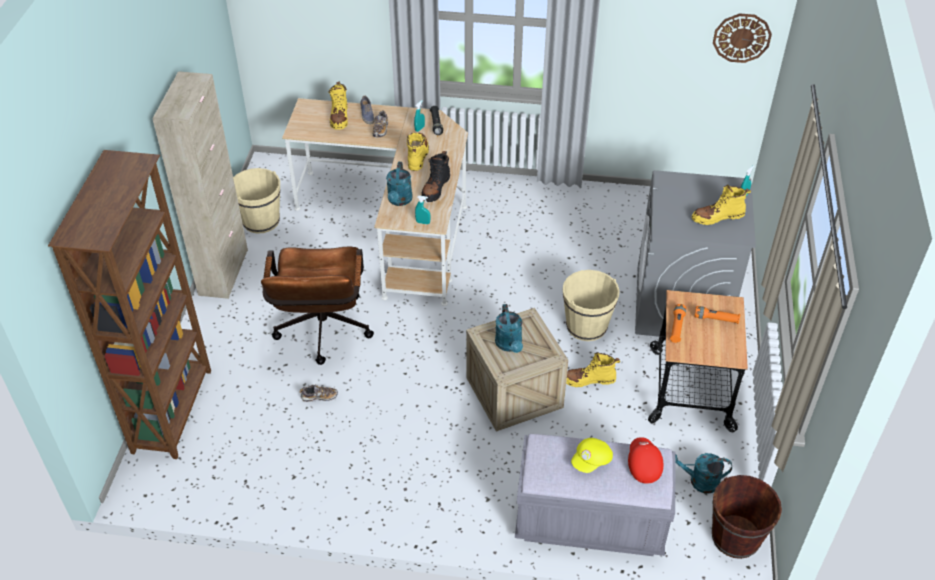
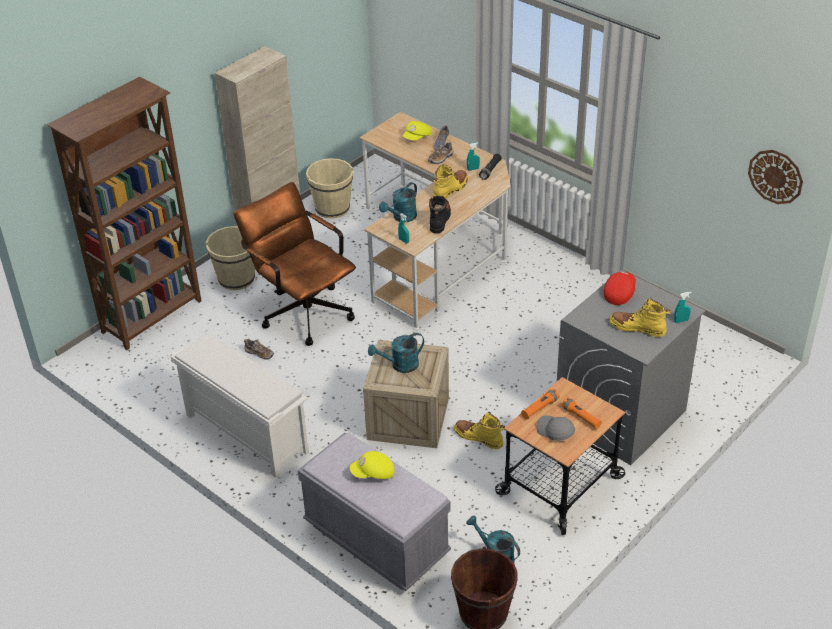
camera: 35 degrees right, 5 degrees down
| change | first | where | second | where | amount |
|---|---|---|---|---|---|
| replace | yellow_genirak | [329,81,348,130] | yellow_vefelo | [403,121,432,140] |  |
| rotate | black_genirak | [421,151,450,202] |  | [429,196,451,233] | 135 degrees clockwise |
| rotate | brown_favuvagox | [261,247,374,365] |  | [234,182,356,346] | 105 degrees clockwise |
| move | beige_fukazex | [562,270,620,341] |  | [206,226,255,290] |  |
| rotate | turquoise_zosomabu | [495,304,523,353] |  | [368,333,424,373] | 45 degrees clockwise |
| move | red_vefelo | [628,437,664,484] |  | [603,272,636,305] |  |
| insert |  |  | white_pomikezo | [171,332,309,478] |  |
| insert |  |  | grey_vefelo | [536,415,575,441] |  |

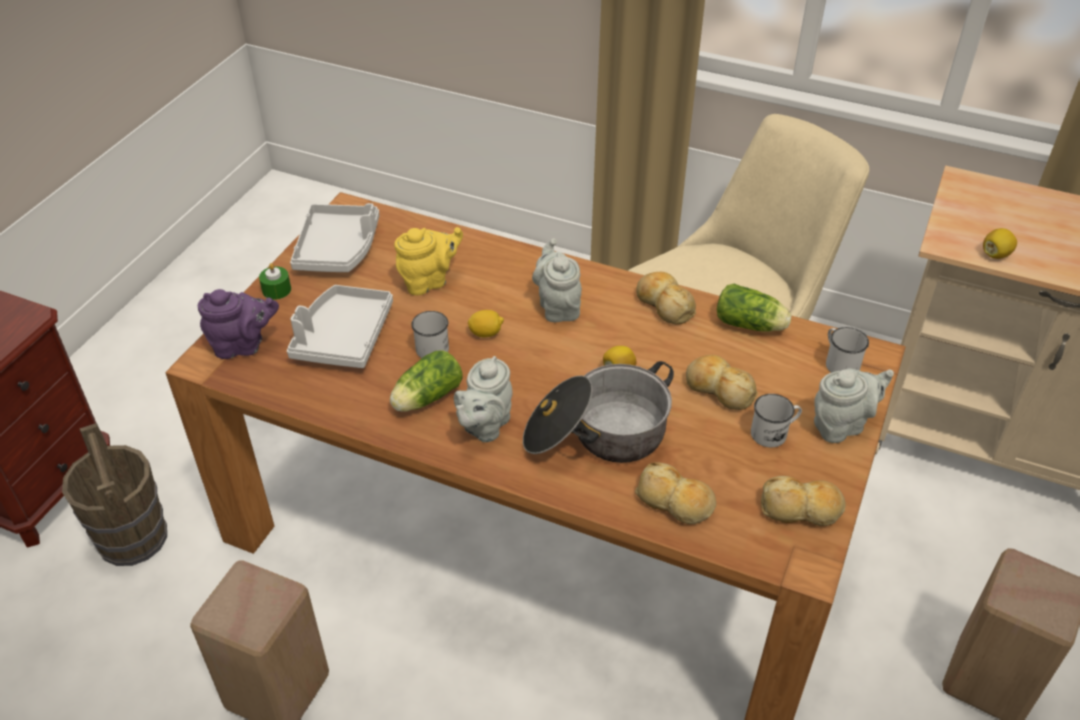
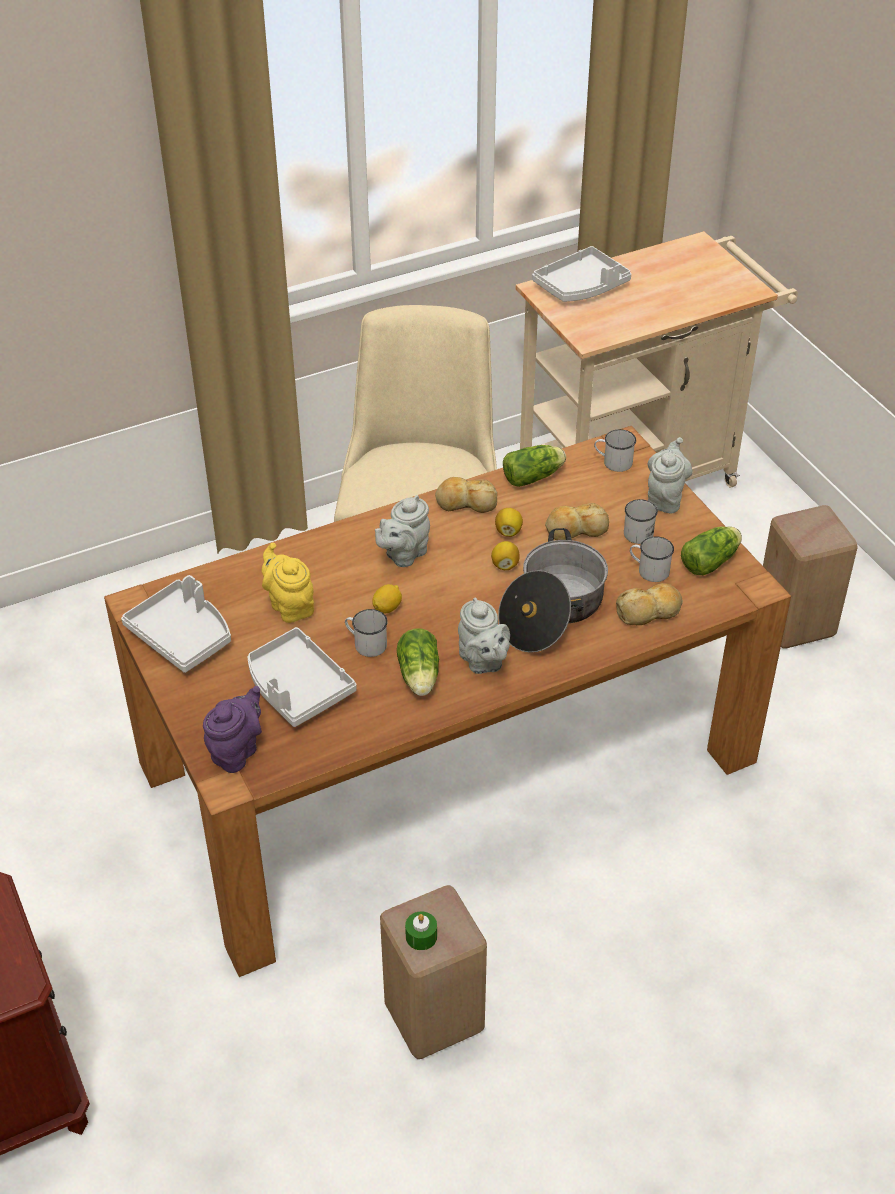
camera: 50 degrees left, 0 degrees up
| change | first | where | second | where | amount |
|---|---|---|---|---|---|
| rotate | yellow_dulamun | [394,227,463,295] |  | [262,543,314,623] | 45 degrees counterclockwise |
| move | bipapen | [983,228,1017,259] |  | [495,508,523,537] |  |
| rotate | grey_dulamun | [532,239,582,322] |  | [375,495,430,567] | 75 degrees counterclockwise |
| move | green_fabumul | [259,263,291,300] |  | [405,911,437,950] |  |
| delete | brown_fukazex | [62,423,167,566] |  |  |  |
| replace | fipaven | [761,476,846,526] | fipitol | [681,527,742,575] |  |
| insert |  |  | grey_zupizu | [532,246,631,302] |  |
| insert |  |  | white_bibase | [630,536,674,582] |  |

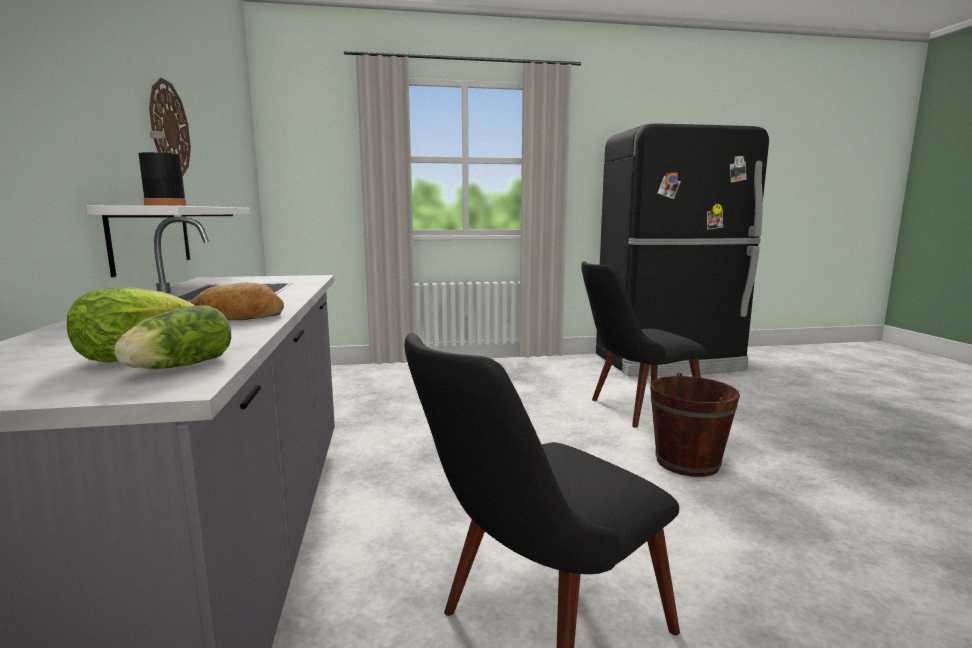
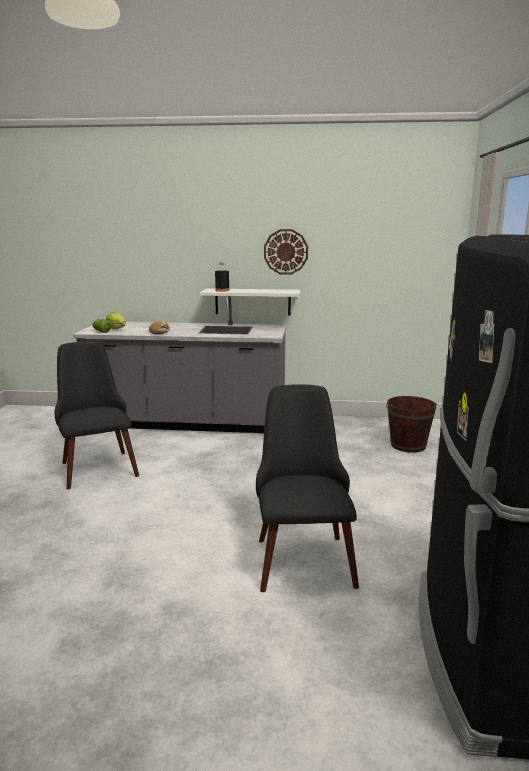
camera: 105 degrees right, 5 degrees up
| change | first | where | second | where | amount |
|---|---|---|---|---|---|
| move | brown_fukazex | [650,372,740,477] |  | [387,396,436,452] |  |

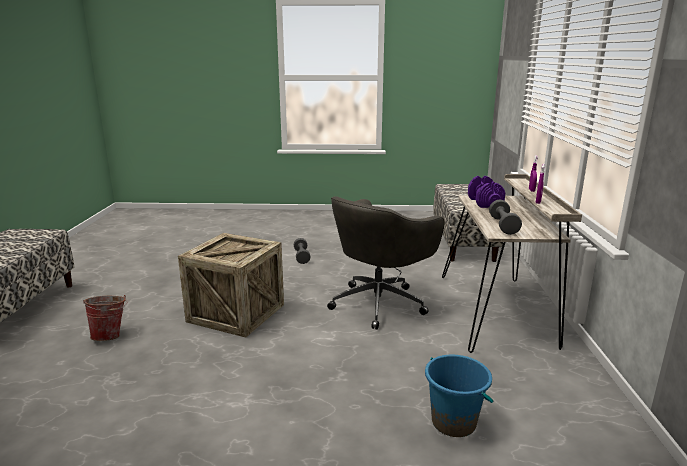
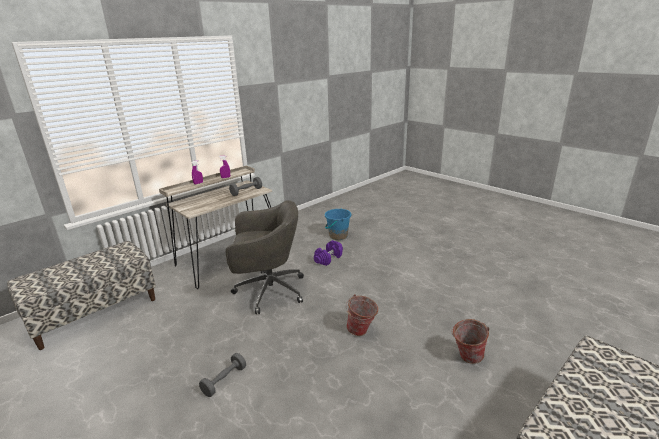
camera: 135 degrees left, 5 degrees up
| change | first | where | second | where | amount |
|---|---|---|---|---|---|
| move | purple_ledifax | [468,176,505,208] |  | [314,240,343,266] |  |
| replace | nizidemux | [178,233,284,338] | fukazex | [346,294,378,336] |  |

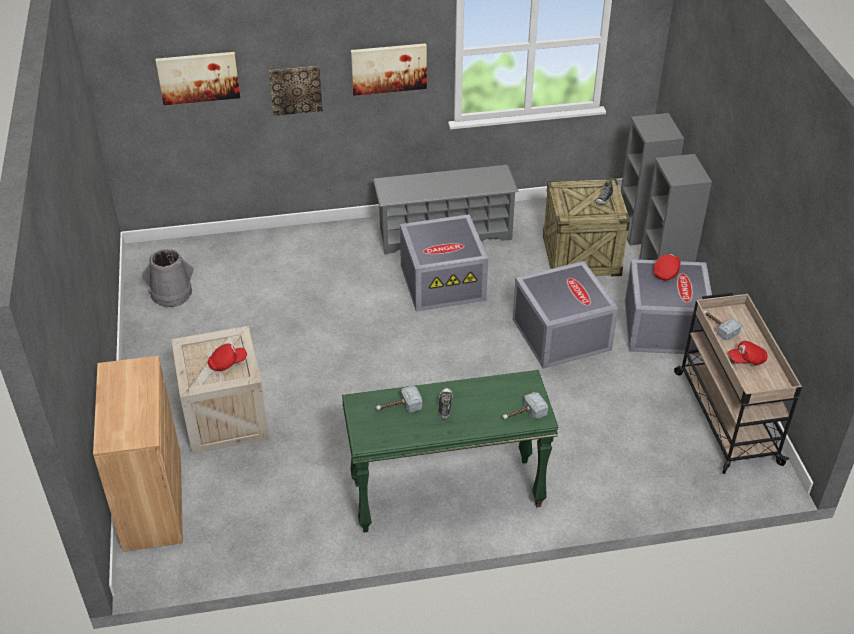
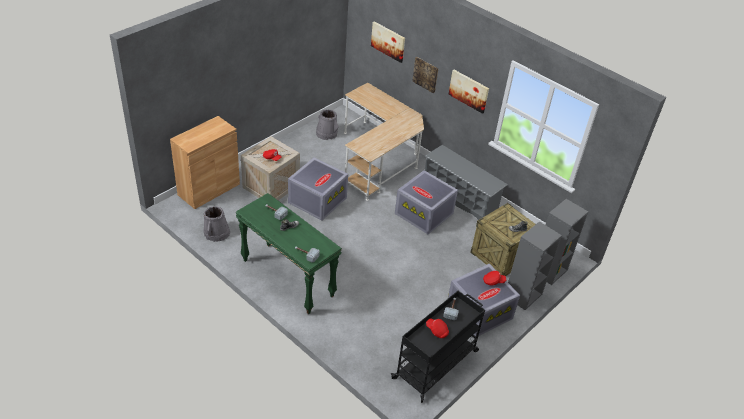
camera: 50 degrees right, 0 degrees up
| change | first | where | second | where | amount |
|---|---|---|---|---|---|
| move | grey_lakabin | [513,261,618,369] |  | [288,157,348,221] |  |
| recolor | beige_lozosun | [674,293,802,474] | black_lozosun | [391,291,485,403] |  |
| insert |  |  | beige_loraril | [344,83,424,201] |  |
| insert |  |  | grey_fukazex | [204,206,230,242] |  |

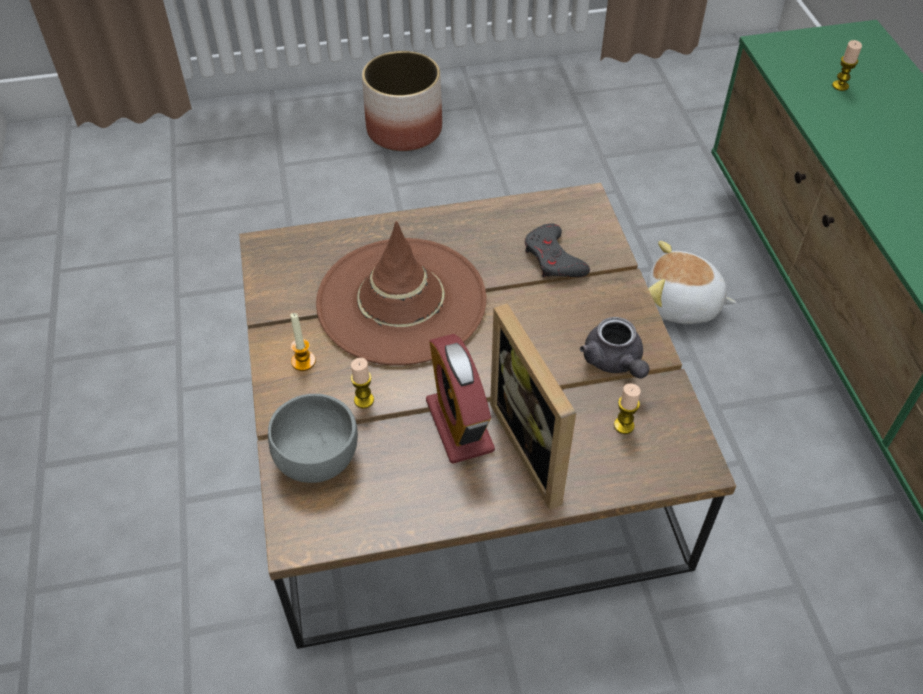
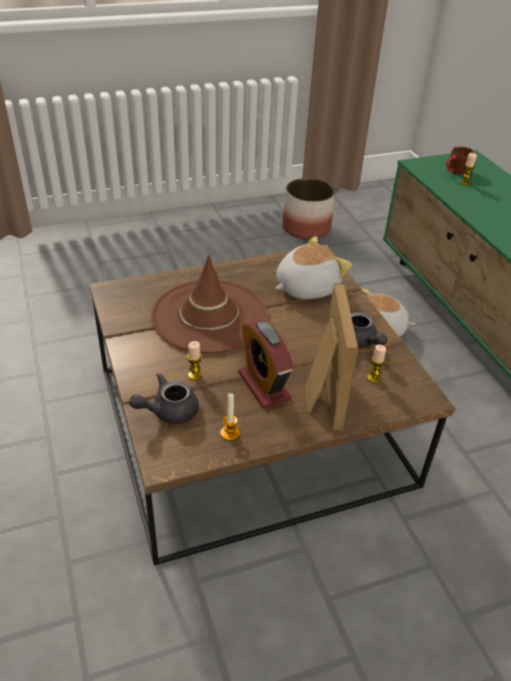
camera: 10 degrees left, 10 degrees down
| change | first | where | second | where | amount |
|---|---|---|---|---|---|
| move | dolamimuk | [362,51,442,151] |  | [283,178,335,239] |  |
| replace | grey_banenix | [525,223,590,278] | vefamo | [275,236,352,299] |  |
| rotate | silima | [490,303,576,510] |  | [305,283,358,430] | 150 degrees counterclockwise |
| move | fabumul | [290,313,316,371] |  | [220,393,240,441] |  |
| replace | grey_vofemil | [268,394,358,483] | grey_dulamun | [129,373,199,424] |  |
| insert |  |  | brown_bibase | [446,146,475,175] |  |

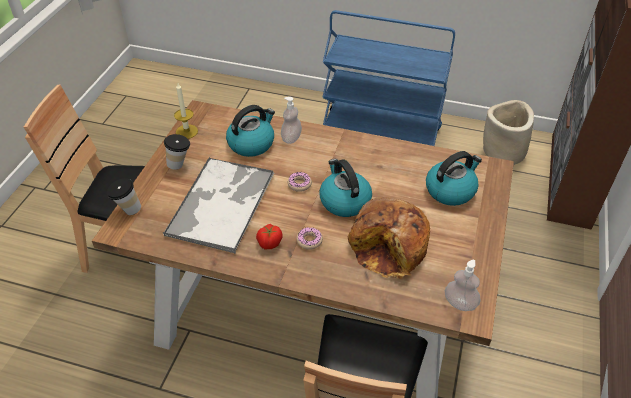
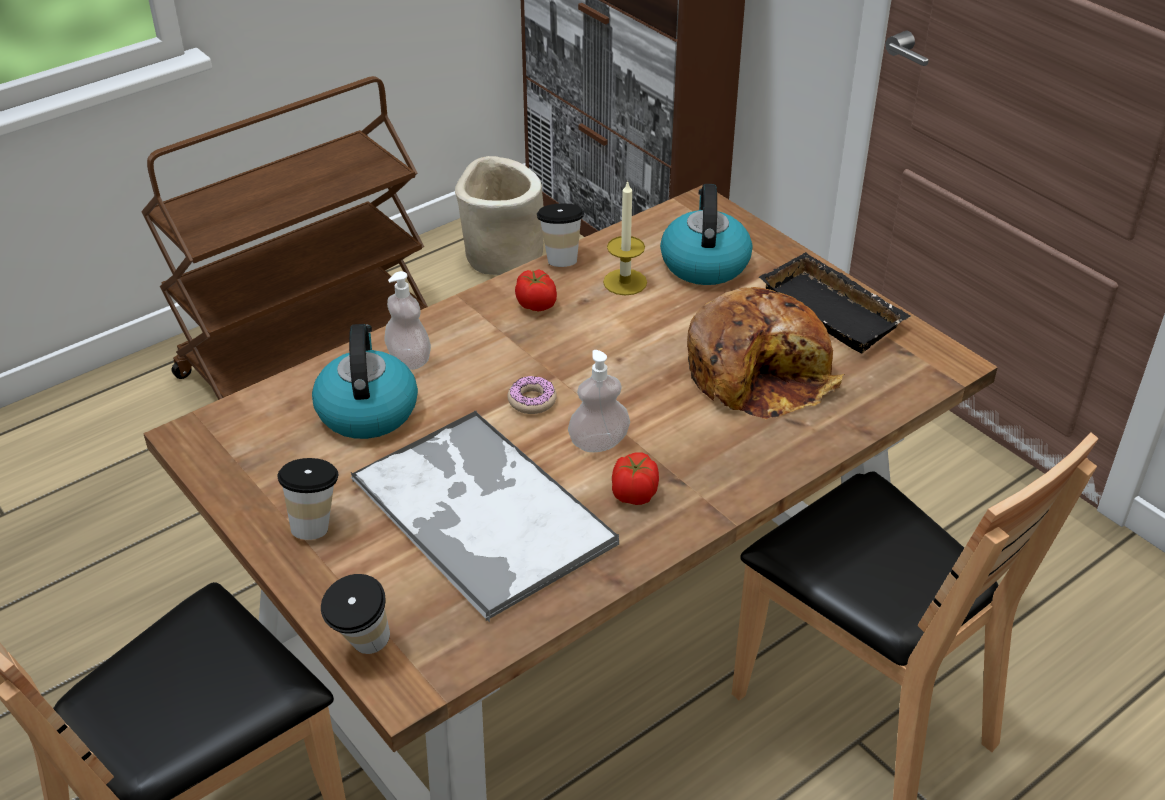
camera: 55 degrees left, 5 degrees down
| change | first | where | second | where | amount |
|---|---|---|---|---|---|
| recolor | blue_lozosun | [322,10,455,146] | brown_lozosun | [141,76,428,400] |  |
| move | fabumul | [174,83,198,139] |  | [603,180,647,296] |  |
| delete | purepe | [319,159,372,217] |  |  |  |
| delete | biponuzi | [296,227,323,250] |  |  |  |
| move | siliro | [445,259,480,311] |  | [568,350,630,452] |  |
| insert |  |  | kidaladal | [537,203,584,267] |  |
| insert |  |  | black_zupizu | [759,252,911,353] |  |
| insert |  |  | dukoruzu | [515,269,557,312] |  |

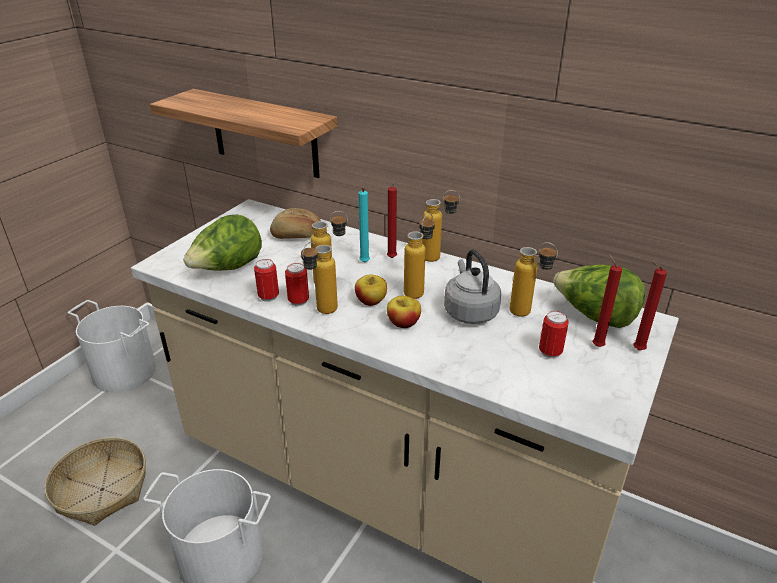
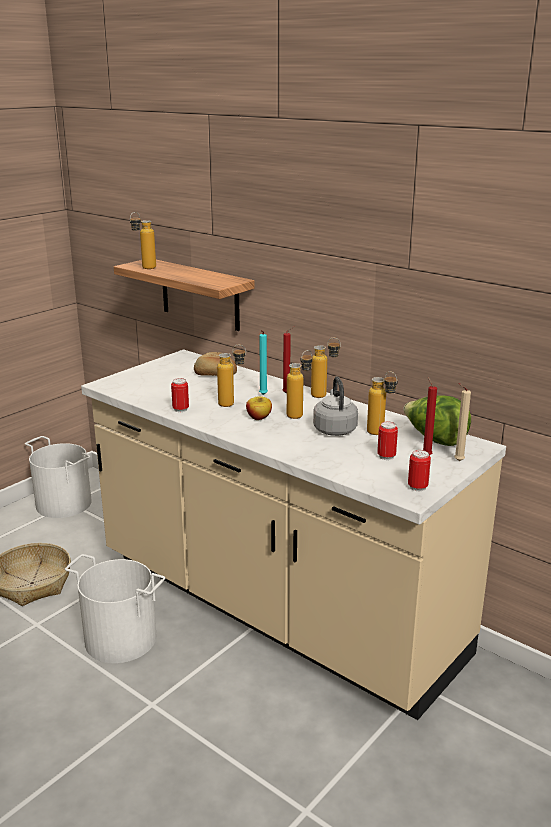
camera: 10 degrees right, 10 degrees down
| change | first | where | second | where | amount |
|---|---|---|---|---|---|
| delete | fipitol | [183,215,262,271] |  |  |  |
| move | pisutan | [301,242,338,314] |  | [130,212,156,269] |  |
| recolor | red_fabumul | [633,262,667,350] | beige_fabumul | [454,383,471,461] |  |
| move | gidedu | [285,263,309,306] |  | [408,450,431,491] |  |
| delete | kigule | [387,296,421,328] |  |  |  |

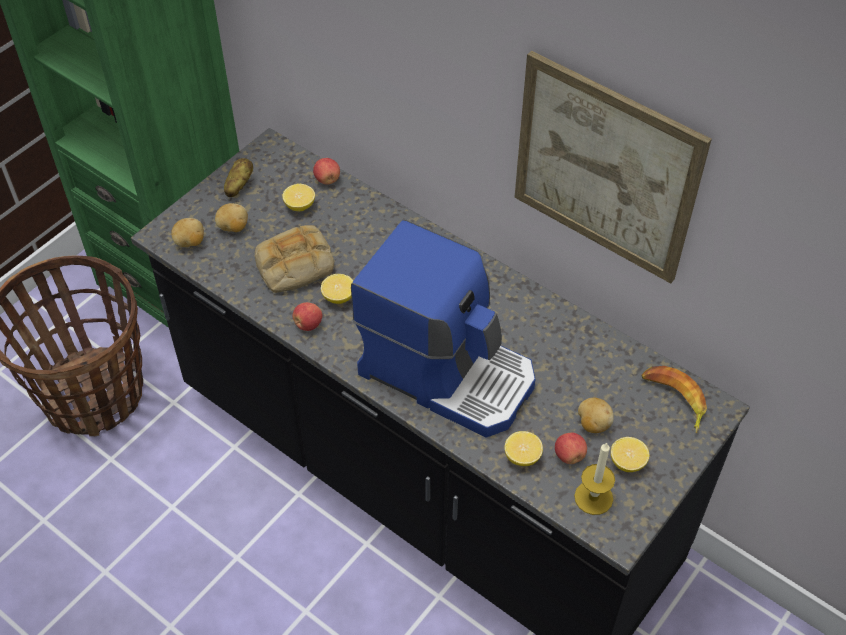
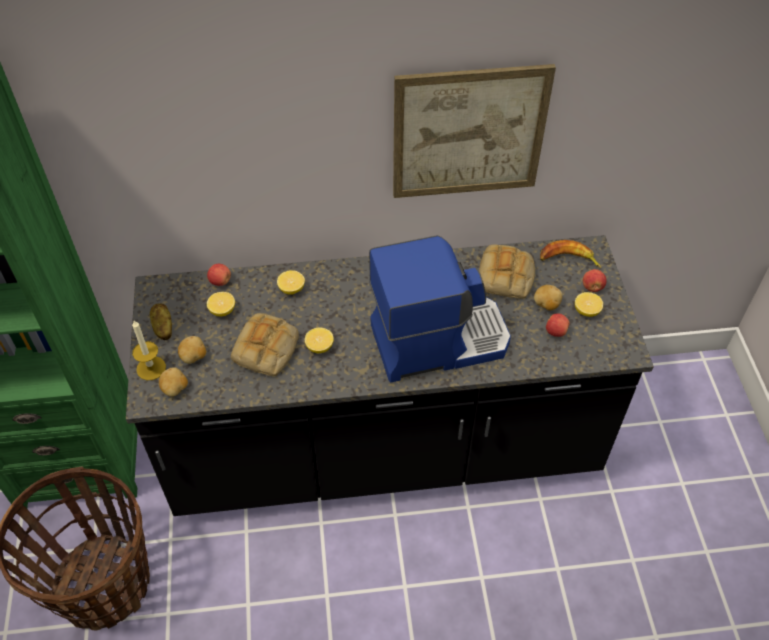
camera: 45 degrees left, 0 degrees up
| change | first | where | second | where | amount |
|---|---|---|---|---|---|
| move | kigule | [293,302,322,331] |  | [583,269,607,292] |  |
| move | bipapen | [505,431,543,466] |  | [277,270,305,295] |  |
| move | fabumul | [574,442,615,515] |  | [132,320,166,380] |  |
| insert |  |  | fipaven | [479,244,535,299] |  |

